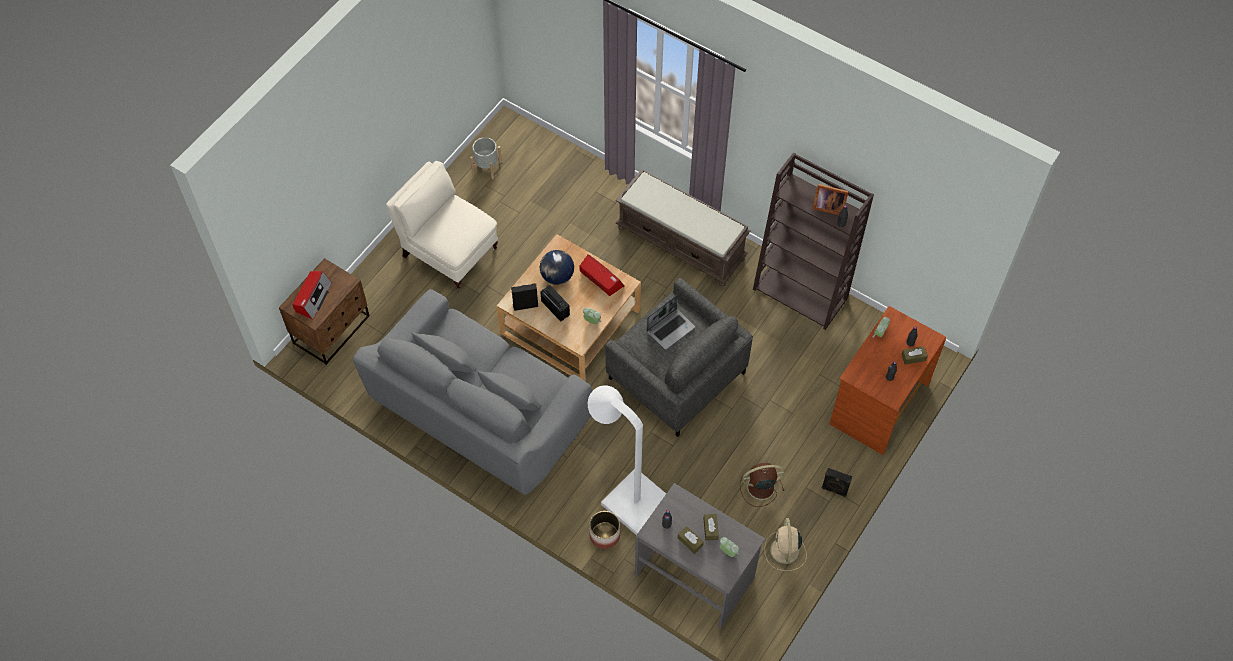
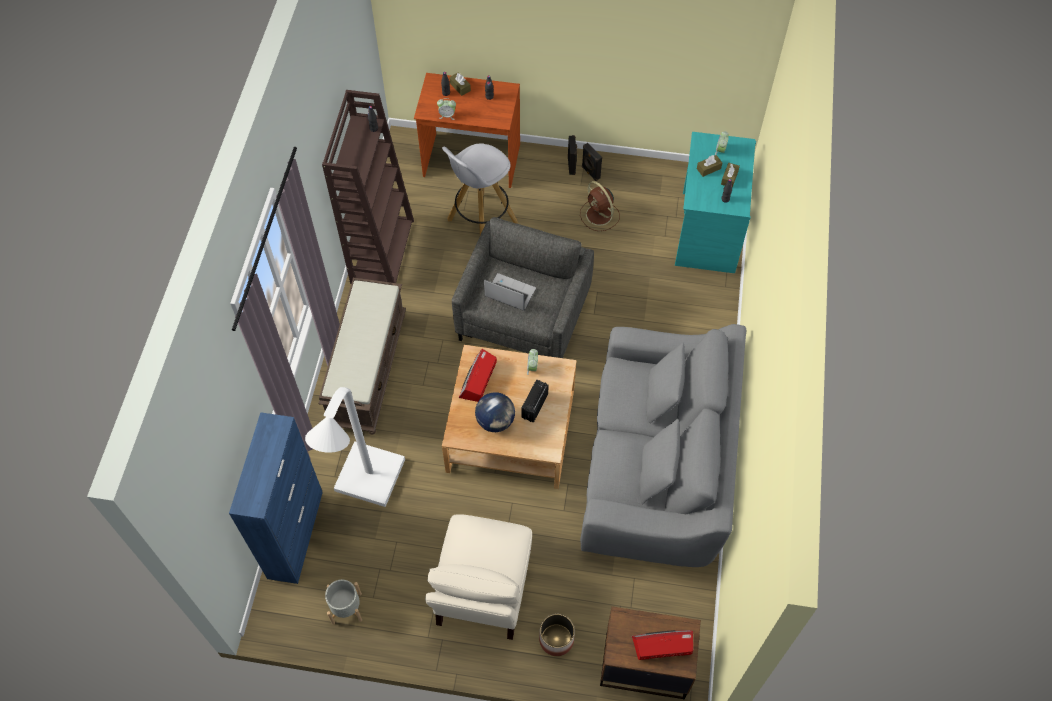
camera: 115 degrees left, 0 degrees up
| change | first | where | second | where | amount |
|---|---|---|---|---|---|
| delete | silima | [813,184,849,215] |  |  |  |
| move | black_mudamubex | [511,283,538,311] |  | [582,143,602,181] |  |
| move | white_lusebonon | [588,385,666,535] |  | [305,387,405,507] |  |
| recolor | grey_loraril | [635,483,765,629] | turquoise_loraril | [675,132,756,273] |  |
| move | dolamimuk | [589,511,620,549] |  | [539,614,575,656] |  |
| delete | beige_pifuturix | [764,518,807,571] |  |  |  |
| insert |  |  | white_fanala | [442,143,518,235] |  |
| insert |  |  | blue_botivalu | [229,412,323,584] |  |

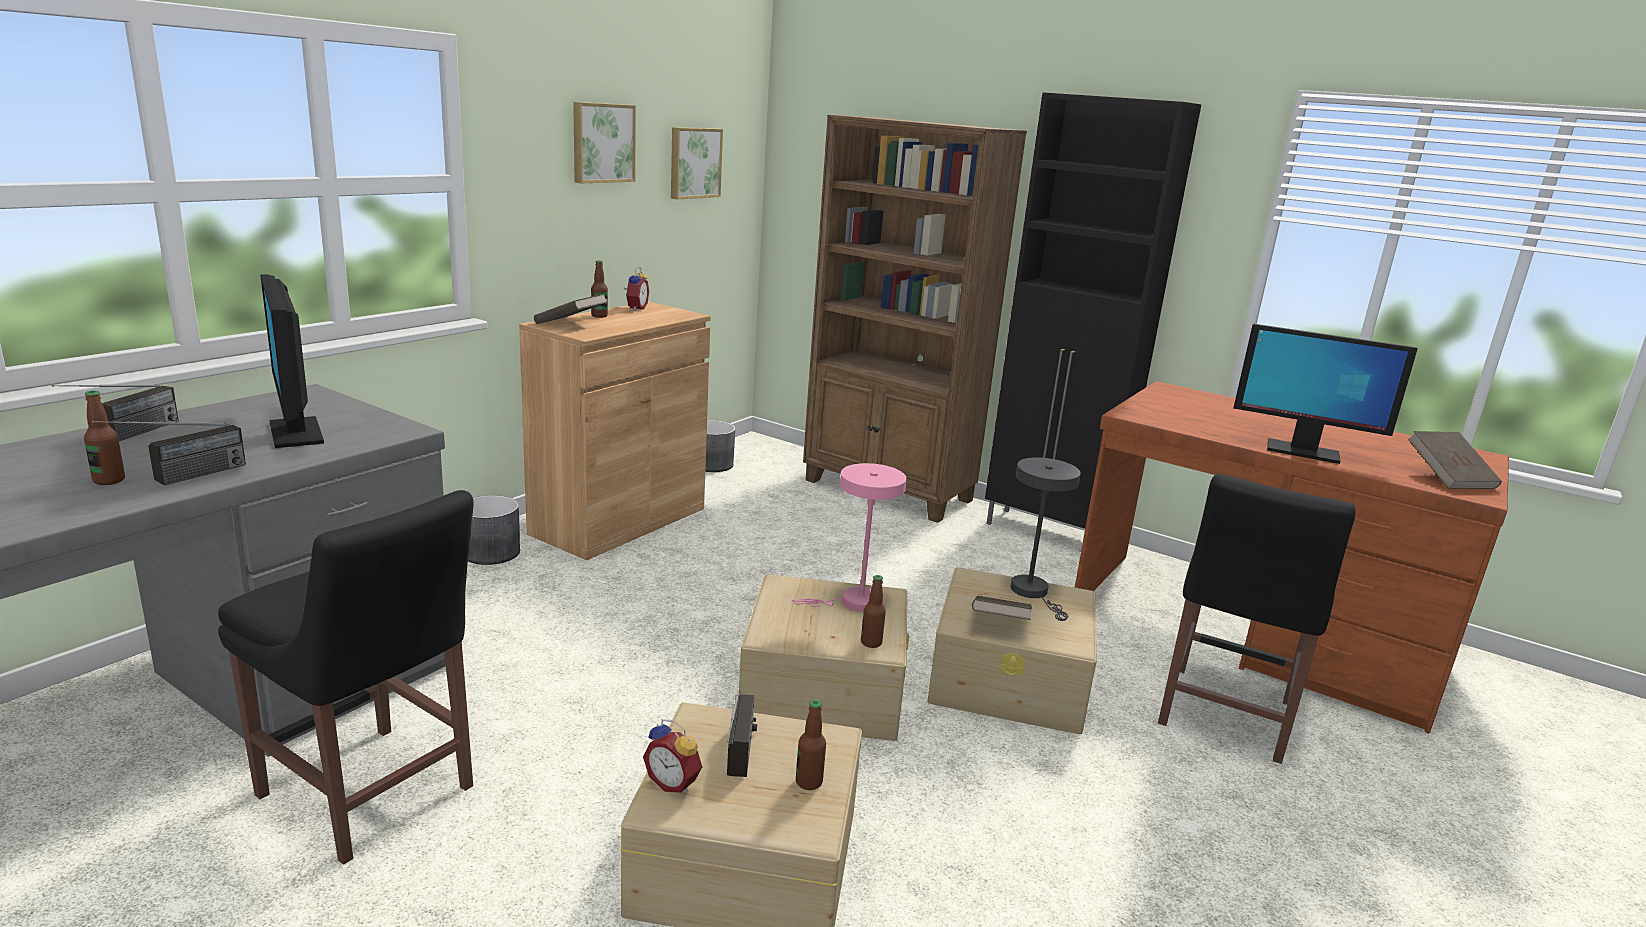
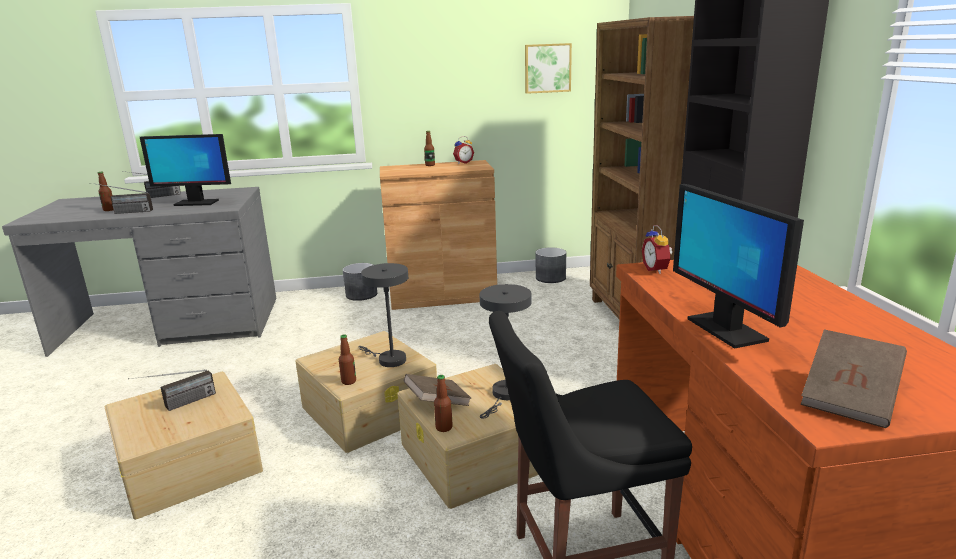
camera: 50 degrees right, 0 degrees up
| change | first | where | second | where | amount |
|---|---|---|---|---|---|
| delete | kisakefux | [573,102,636,184] |  |  |  |
| rotate | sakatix | [260,274,324,448] |  | [140,134,231,206] | 105 degrees counterclockwise |
| delete | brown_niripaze | [534,294,607,324] |  |  |  |
| recolor | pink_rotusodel | [792,463,907,612] | grey_rotusodel | [358,263,408,367] |  |
| delete | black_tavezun | [218,490,473,865] |  |  |  |
| move | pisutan | [796,700,826,790] |  | [434,375,453,432] |  |
| move | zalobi | [643,719,702,793] |  | [642,225,673,274] |  |

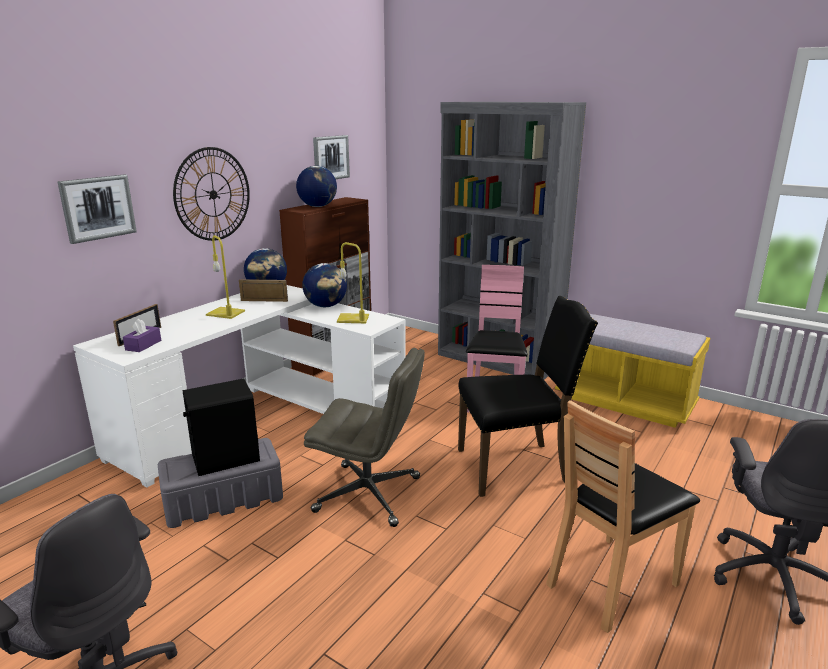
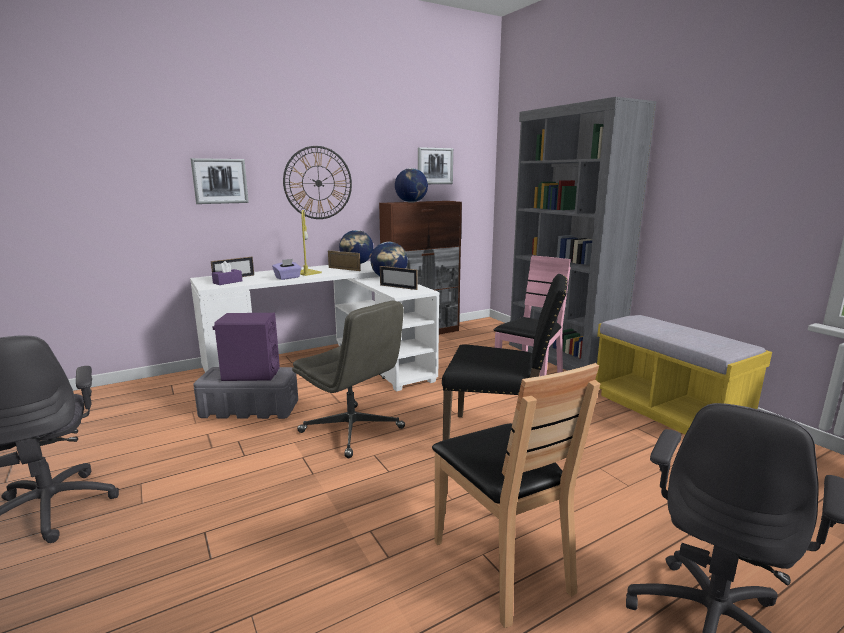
camera: 25 degrees right, 5 degrees down
| change | first | where | second | where | amount |
|---|---|---|---|---|---|
| replace | yellow_rotusodel | [337,242,369,323] | silima | [380,266,417,290] |  |
| recolor | black_mudamubex | [183,378,260,476] | purple_mudamubex | [212,313,280,381] |  |
| rotate | brown_tavezun | [546,400,700,633] |  | [432,363,600,628] | 105 degrees counterclockwise |
| insert |  |  | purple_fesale | [272,259,302,280] |  |

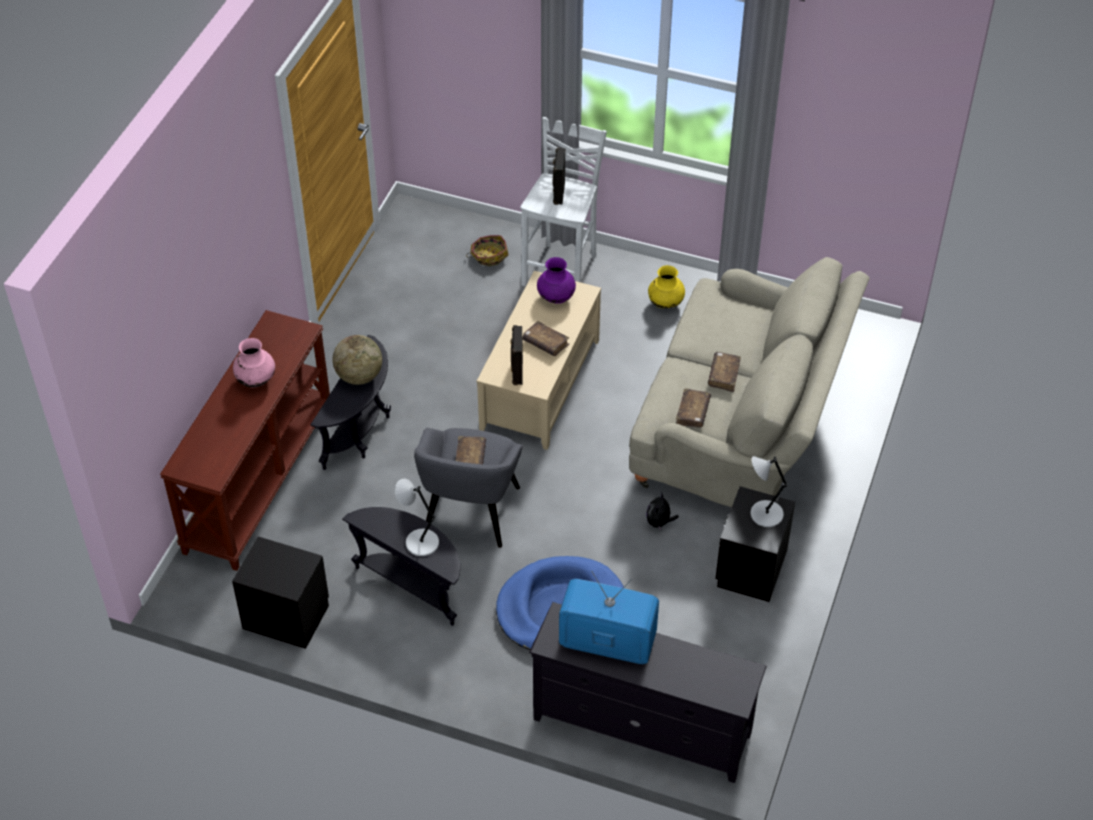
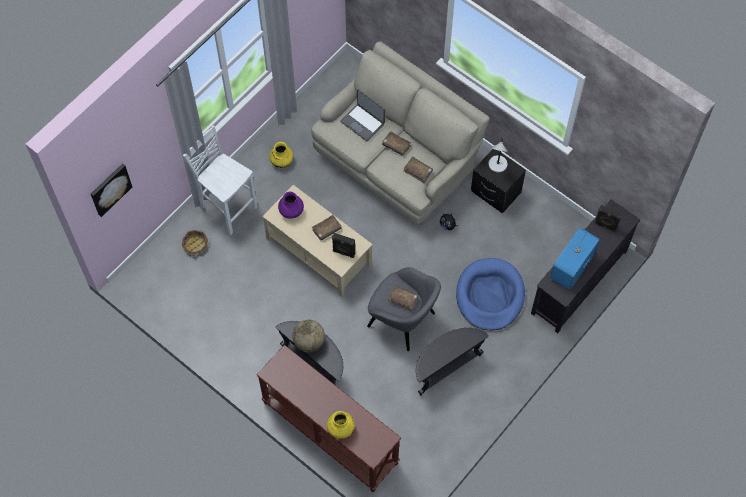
camera: 70 degrees left, 15 degrees up
| change | first | where | second | where | amount |
|---|---|---|---|---|---|
| move | black_mudamubex | [553,147,565,205] |  | [594,205,622,232] |  |
| delete | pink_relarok | [233,338,275,387] |  |  |  |
| delete | grey_rotusodel | [395,479,439,556] |  |  |  |
| delete | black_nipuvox | [232,536,329,649] |  |  |  |
| insert |  |  | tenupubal | [340,89,385,141] |  |
| insert |  |  | kisakefux | [91,163,132,217] |  |
| insert |  |  | yellow_relarok | [327,411,355,439] |  |

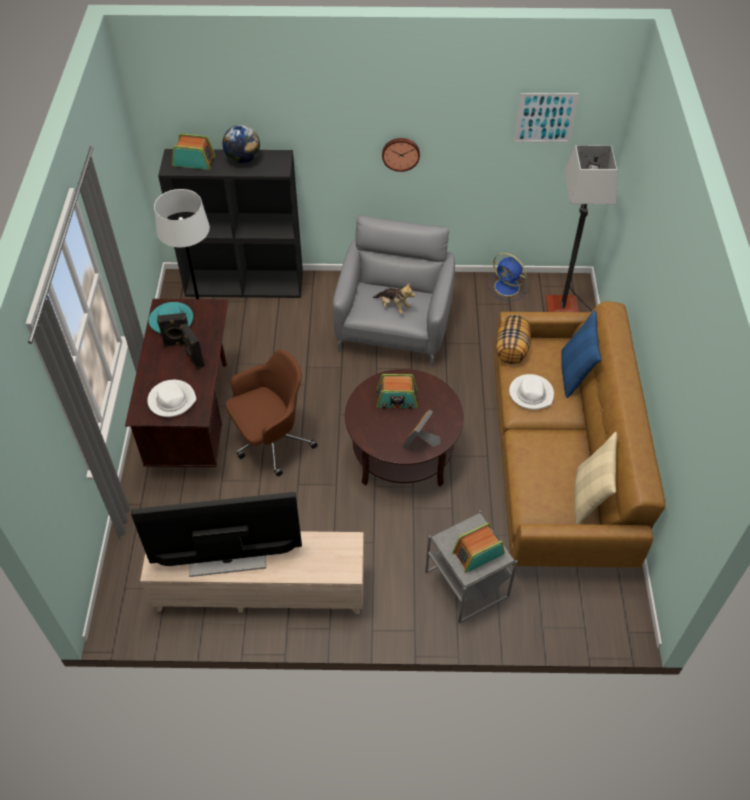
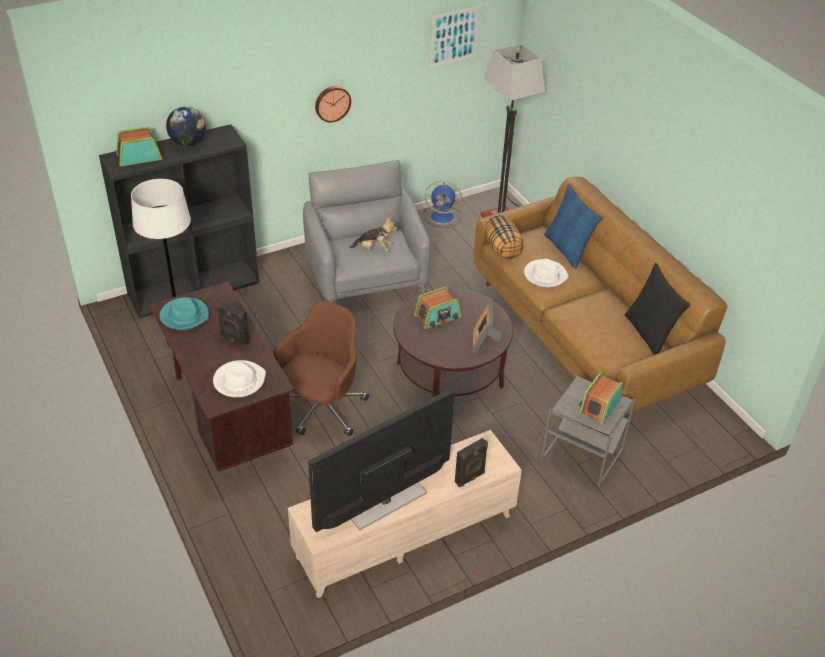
camera: 30 degrees left, 10 degrees down
| change | first | where | second | where | amount |
|---|---|---|---|---|---|
| move | black_mudamubex | [157,313,188,347] |  | [455,438,488,487] |  |
| recolor | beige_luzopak | [574,432,617,524] | black_luzopak | [625,263,690,355] |  |

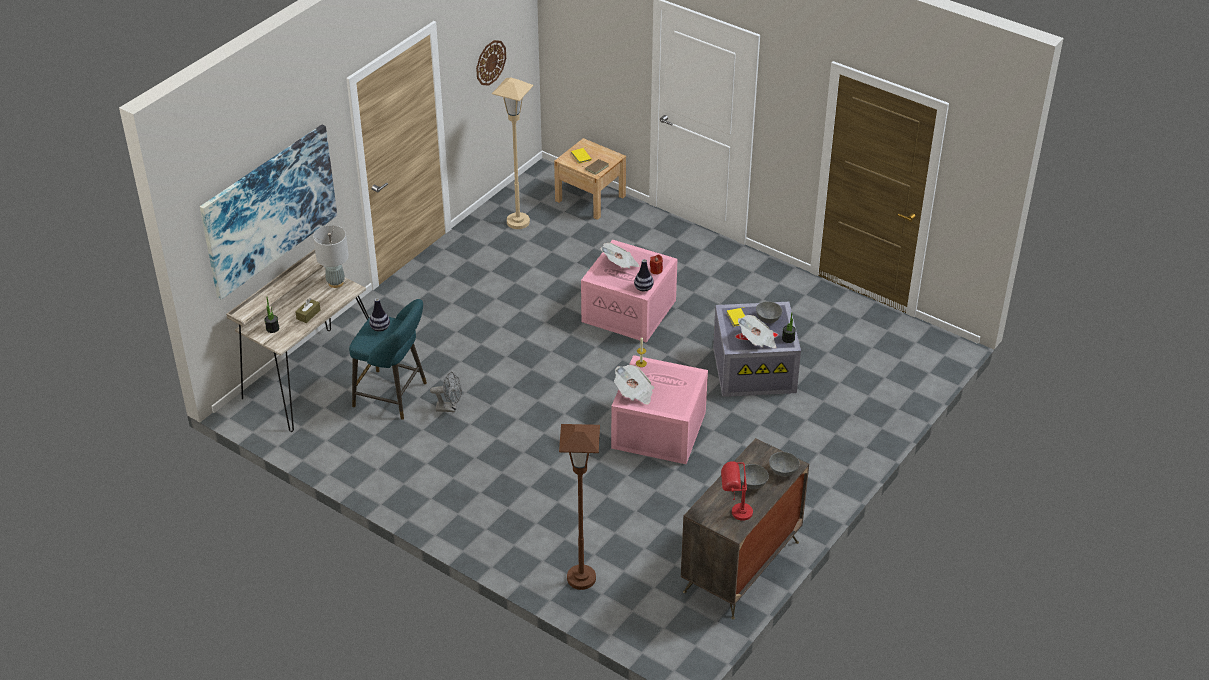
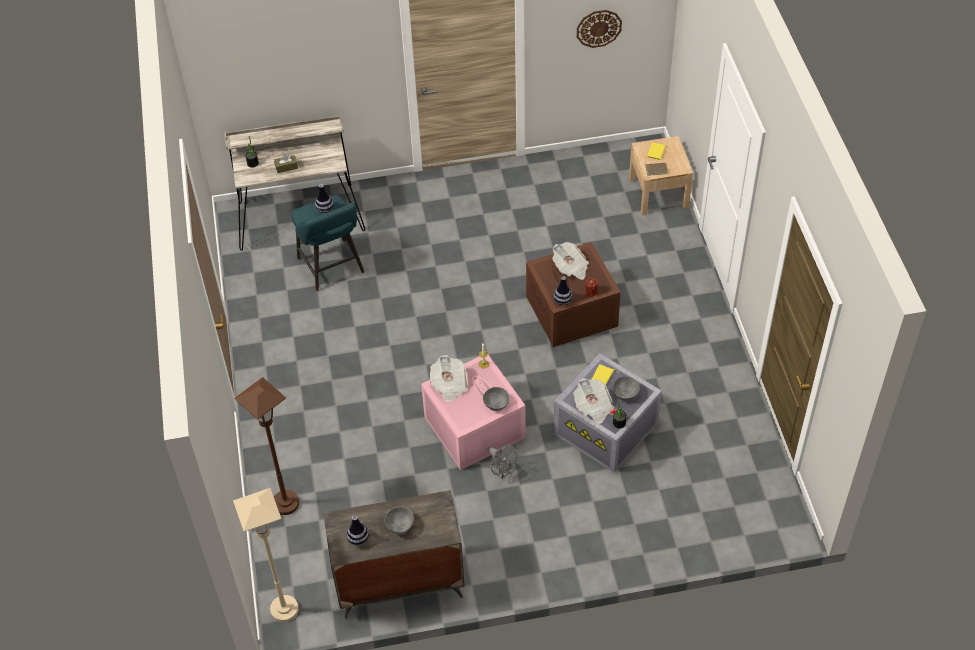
camera: 45 degrees right, 10 degrees up
| change | first | where | second | where | amount |
|---|---|---|---|---|---|
| move | beige_lusebonon | [492,78,533,229] |  | [233,488,299,622] |  |
| delete | kisakefux | [200,125,337,300] |  |  |  |
| delete | grey_rotusodel | [313,225,349,288] |  |  |  |
| recolor | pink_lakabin | [581,240,677,343] | brown_lakabin | [526,242,621,347] |  |
| move | grey_pifuturix | [430,371,462,412] |  | [487,444,517,479] |  |
| move | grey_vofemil | [769,452,800,477] |  | [483,387,510,411] |  |
| replace | red_rotusodel | [721,461,753,521] | relarok | [346,515,369,546] |  |

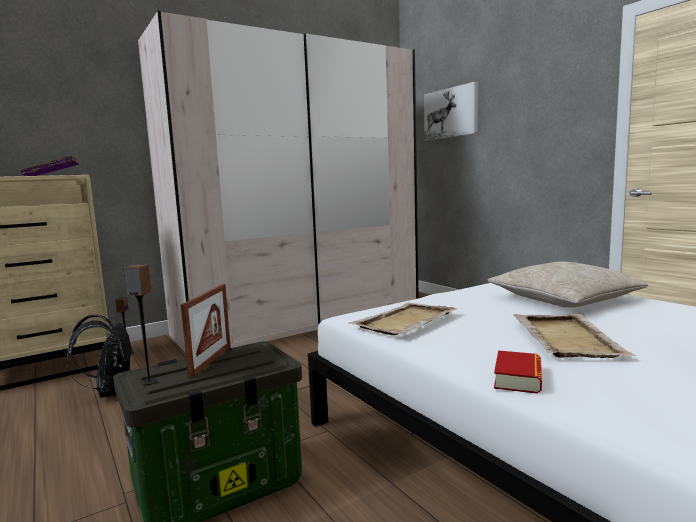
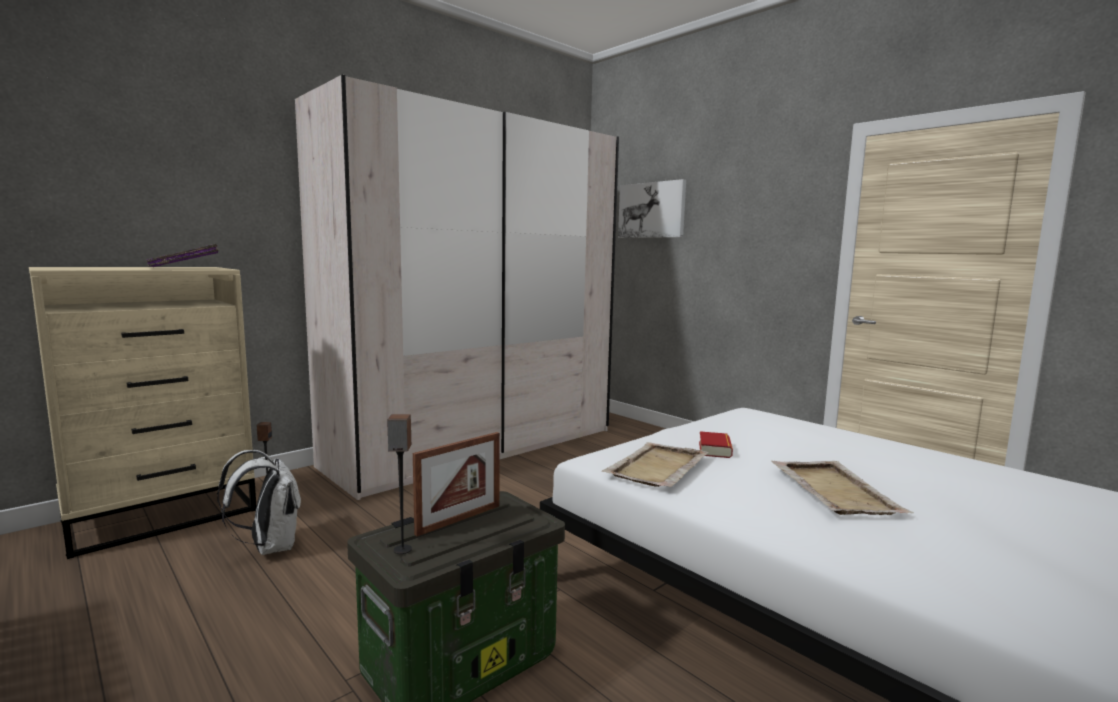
camera: 10 degrees left, 0 degrees up
| change | first | where | second | where | amount |
|---|---|---|---|---|---|
| delete | beige_luzopak | [487,262,648,308] |  |  |  |
| rotate | silima | [181,284,230,379] |  | [413,432,500,536] | 45 degrees clockwise |
| recolor | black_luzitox | [66,315,134,398] | white_luzitox | [217,450,301,555] |  |
| move | niripaze | [494,351,542,394] |  | [699,431,733,458] |  |

